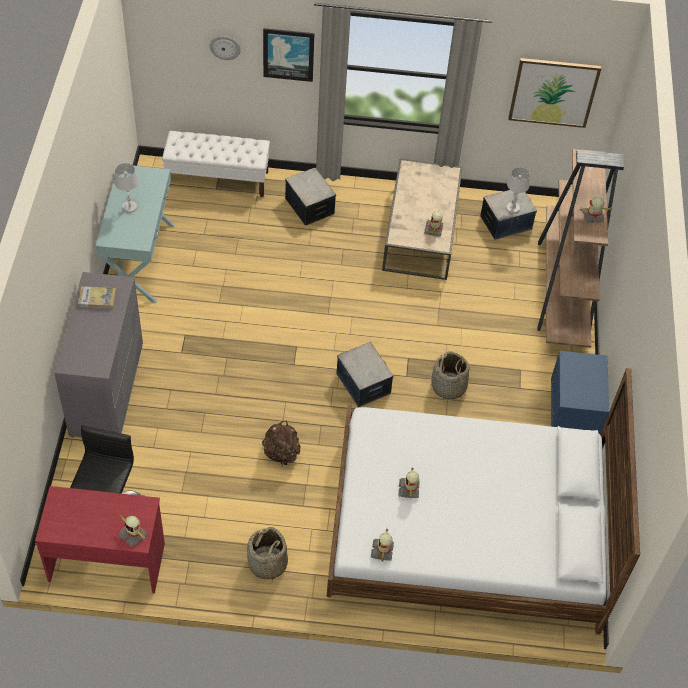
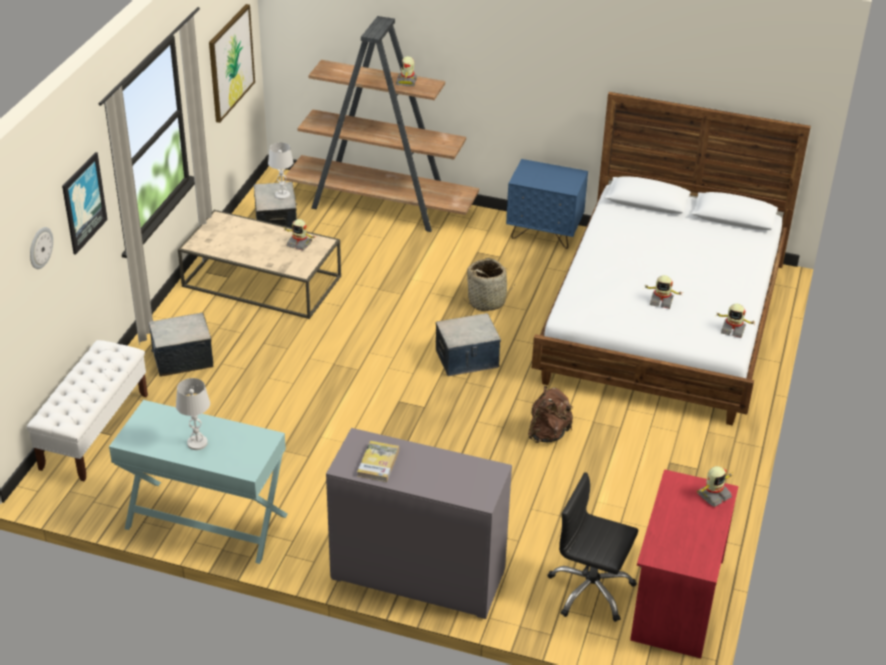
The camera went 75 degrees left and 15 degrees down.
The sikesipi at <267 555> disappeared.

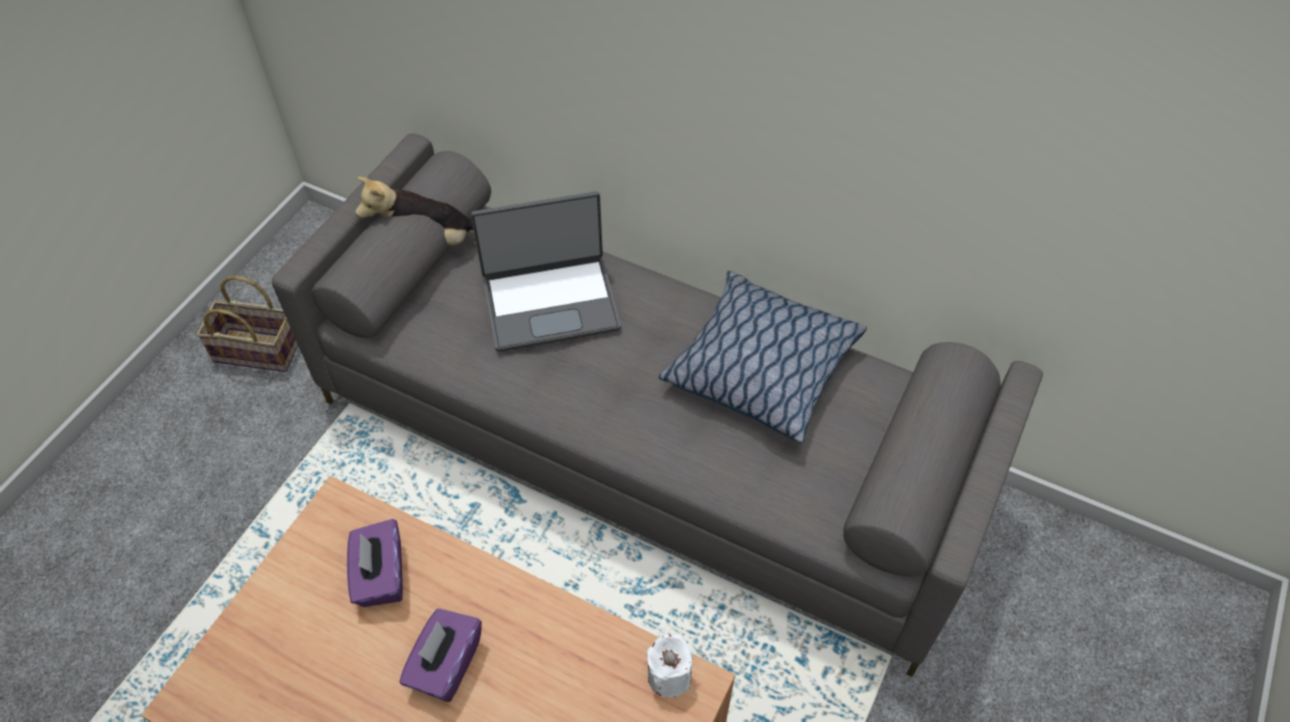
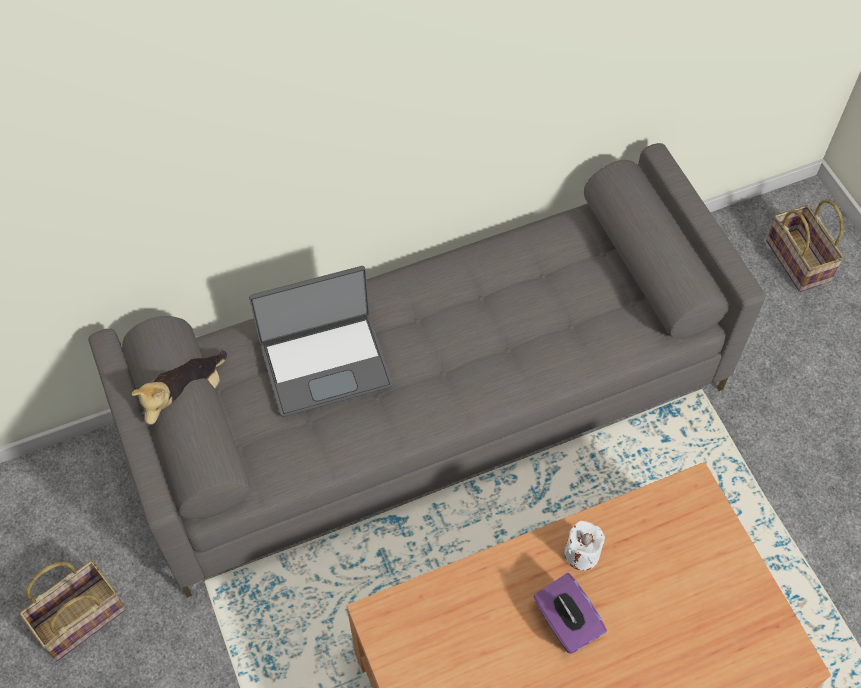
The camera went 50 degrees left and 5 degrees up.
The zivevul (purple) at <375 563> disappeared.
The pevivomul at <546 272> turned 45 degrees clockwise.
The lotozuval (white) moved from <669 666> to <585 545>.
The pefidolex at <763 357> disappeared.
The sikesipi at <805 245> appeared.

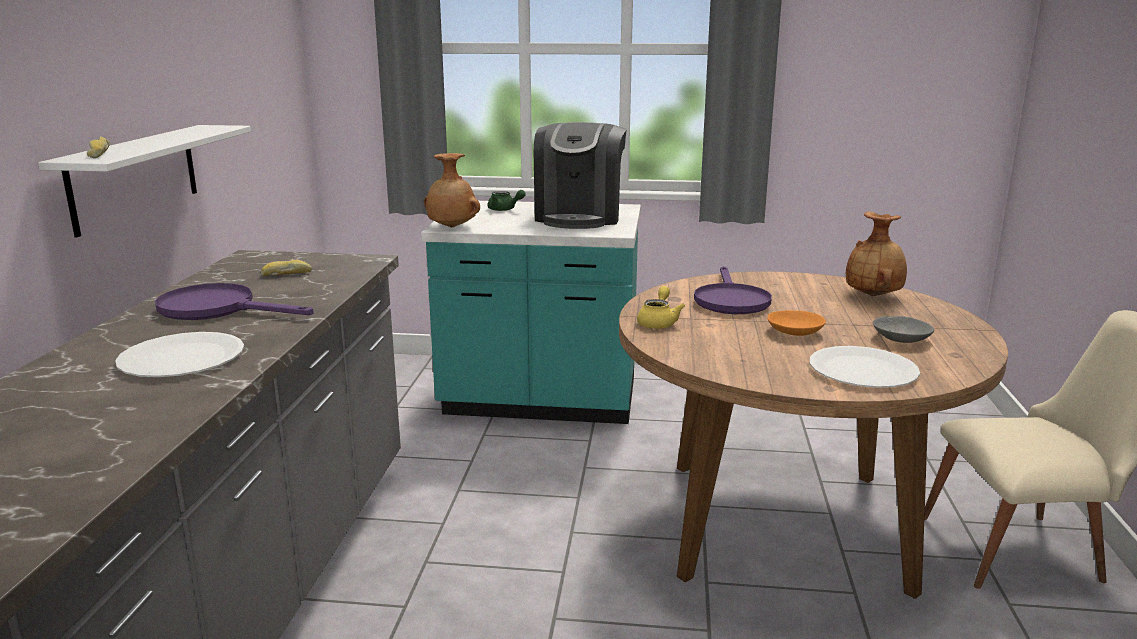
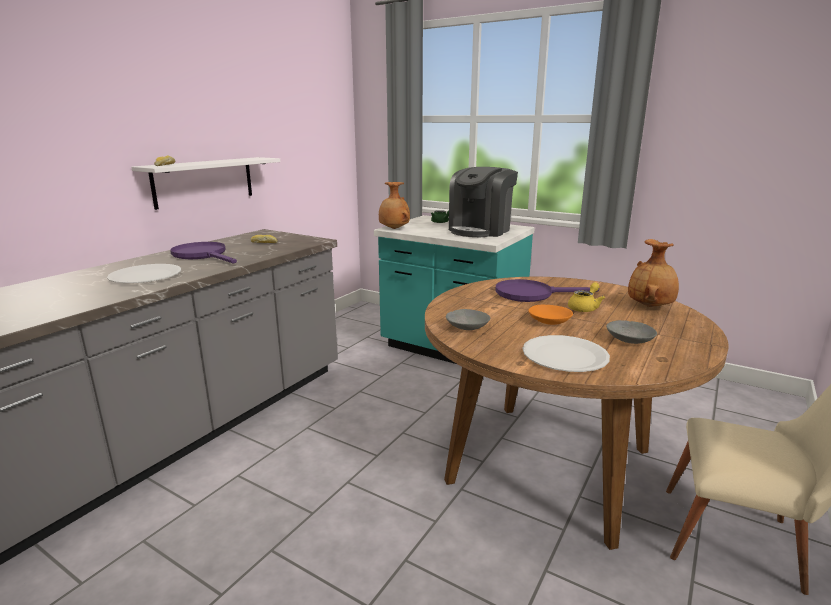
The camera went 25 degrees right and 0 degrees up.
The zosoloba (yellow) moved from <661 307> to <586 297>.
The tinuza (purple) at <733 290> turned 60 degrees clockwise.
The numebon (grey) at <468 319> appeared.

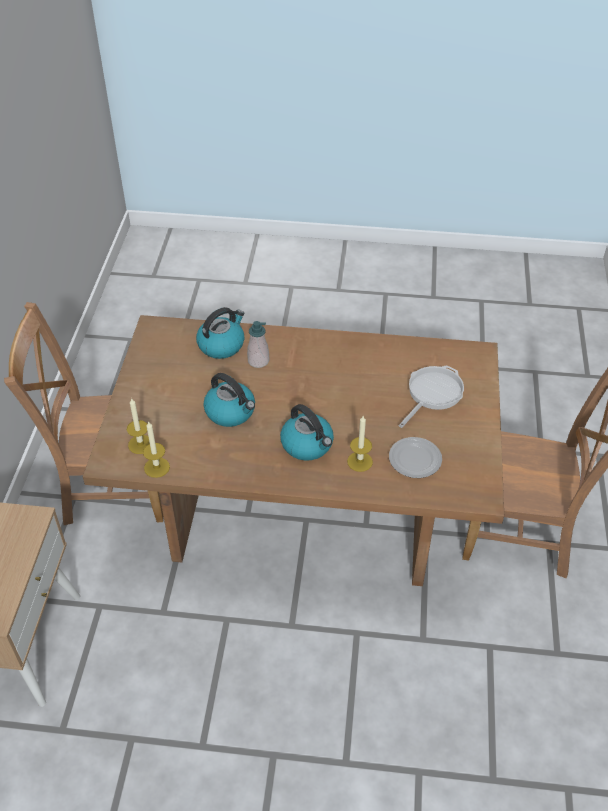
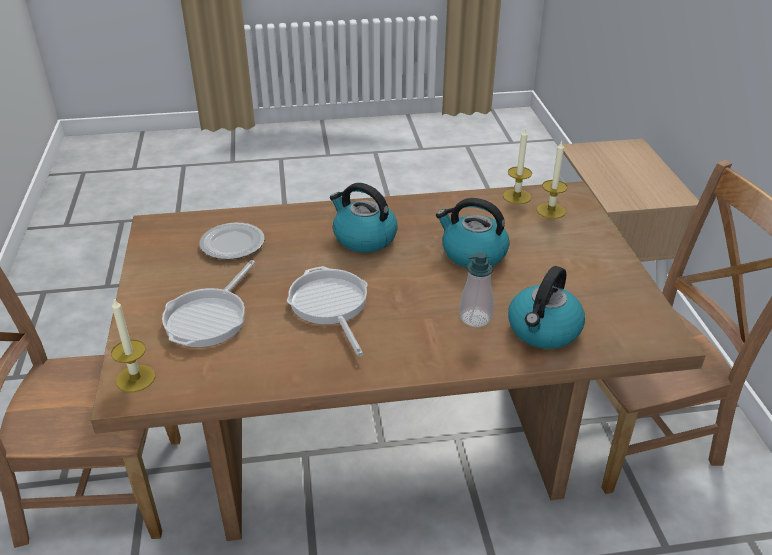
The camera went 165 degrees right and 10 degrees down.
The lotozuval moved from <360 444> to <133 345>.
The tinuza at <327 311> appeared.

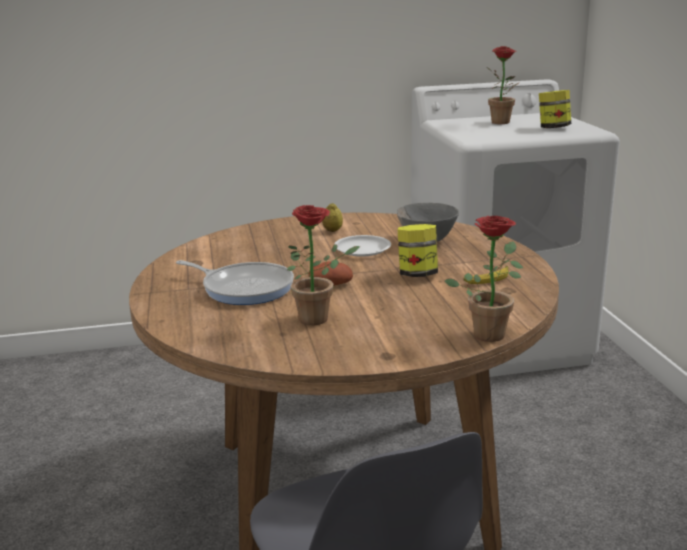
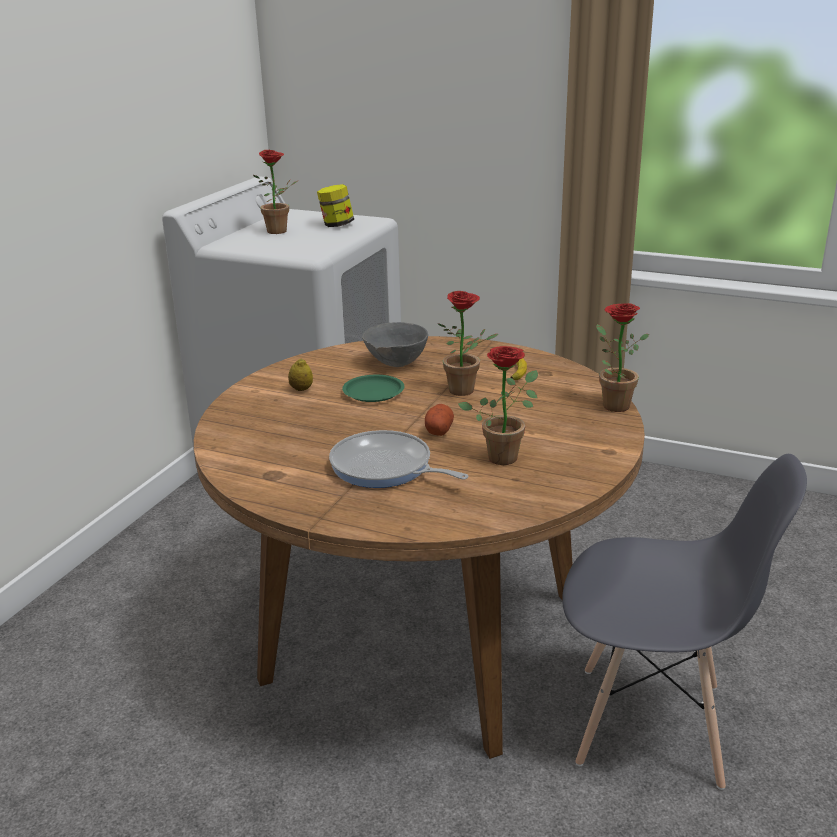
The camera went 55 degrees left and 5 degrees up.
The tinuza at <235 282> turned 120 degrees counterclockwise.
The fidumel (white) at <362 246> became the fidumel (green) at <373 388>.
The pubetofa at <418 250> was replaced by the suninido at <468 343>.

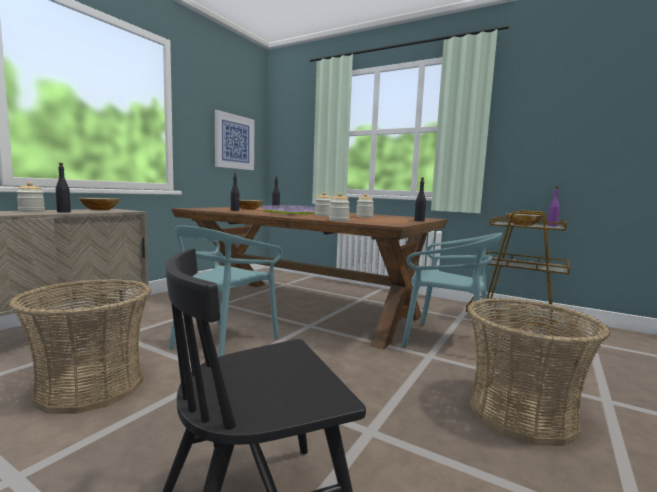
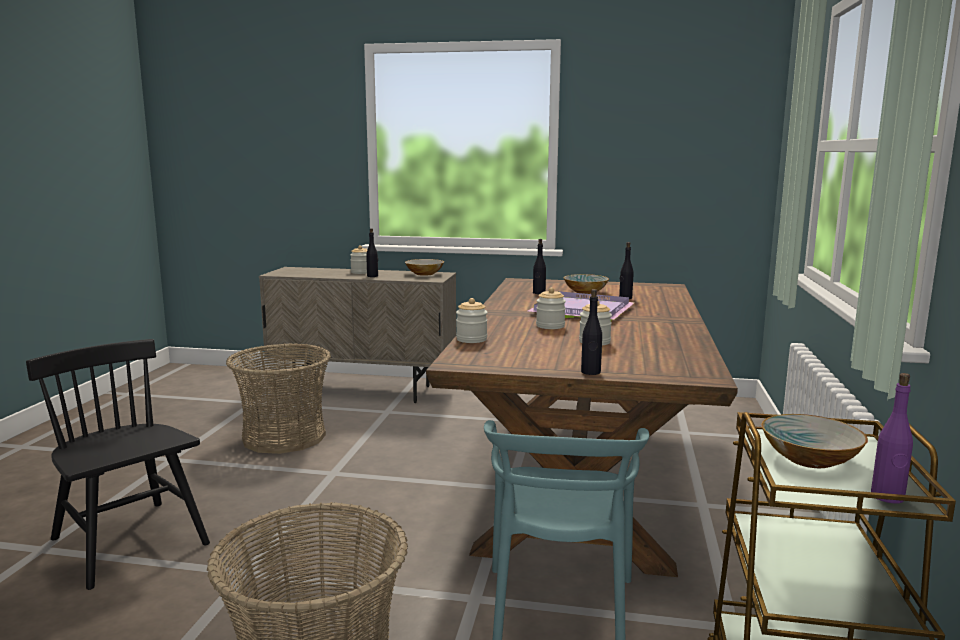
The camera went 70 degrees right and 5 degrees up.
The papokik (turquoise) at <225 291> disappeared.
The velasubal at <235 140> disappeared.

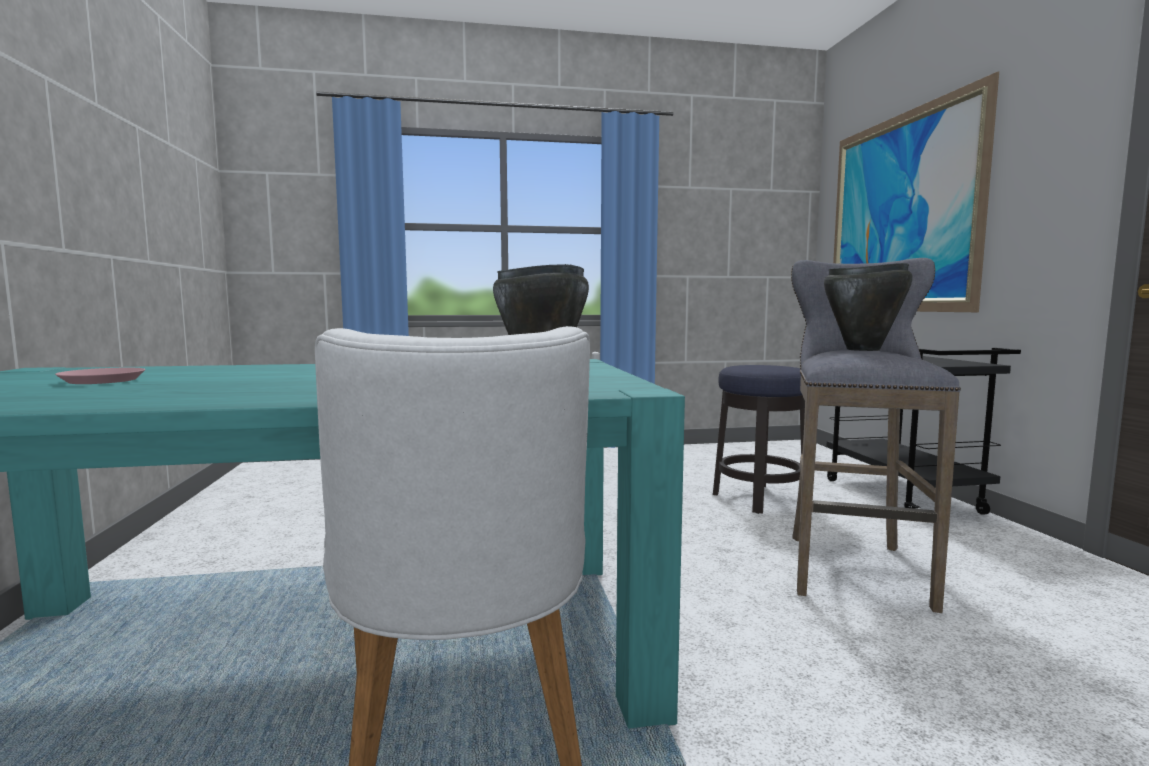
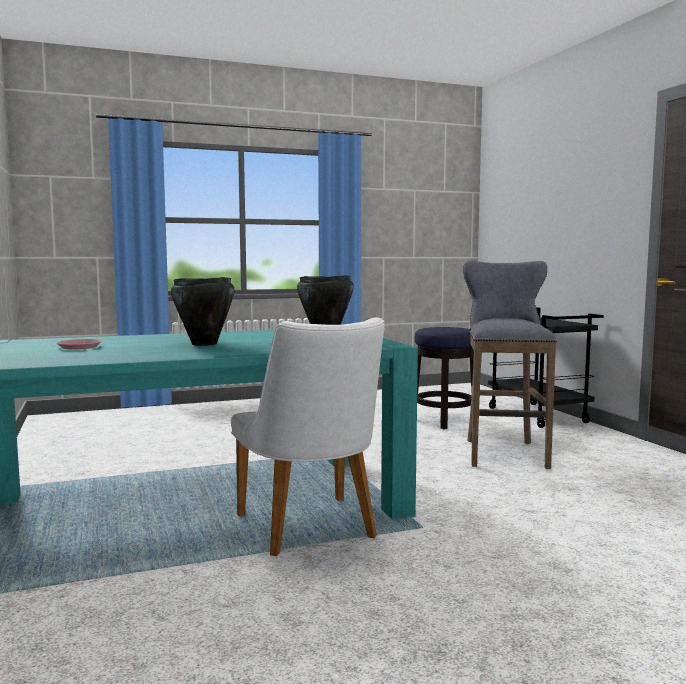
The camera went 10 degrees left and 0 degrees up.
The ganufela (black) moved from <868 307> to <203 311>.
The velasubal at <916 191> disappeared.

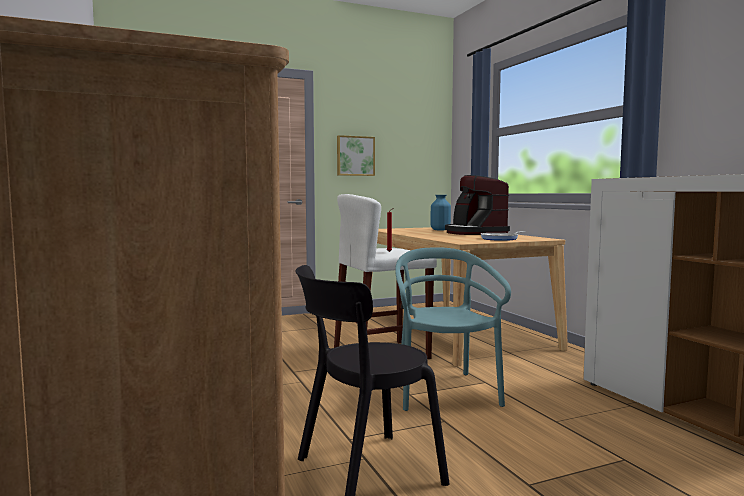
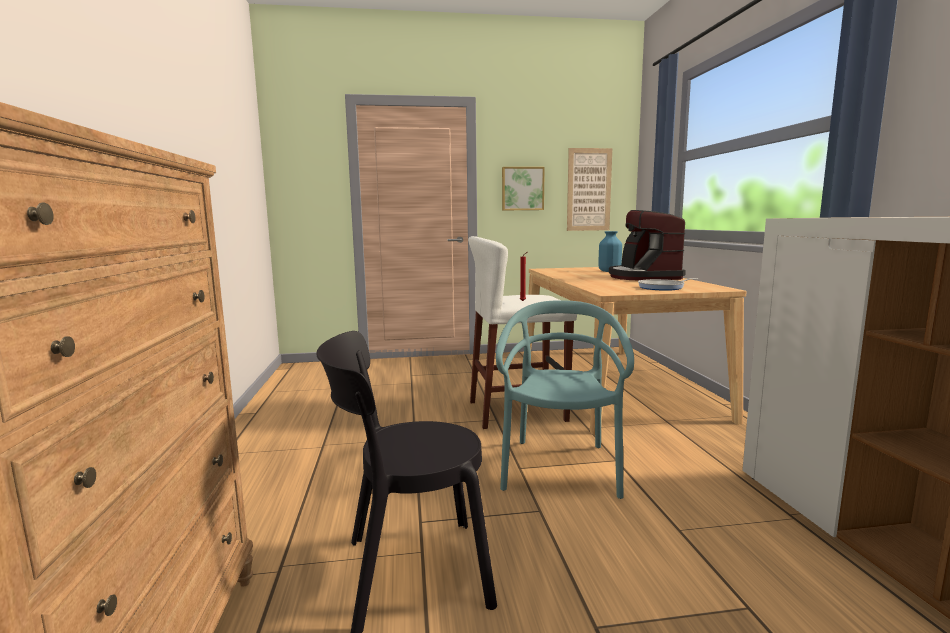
The camera went 15 degrees right and 5 degrees up.
The velasubal at <589 189> appeared.

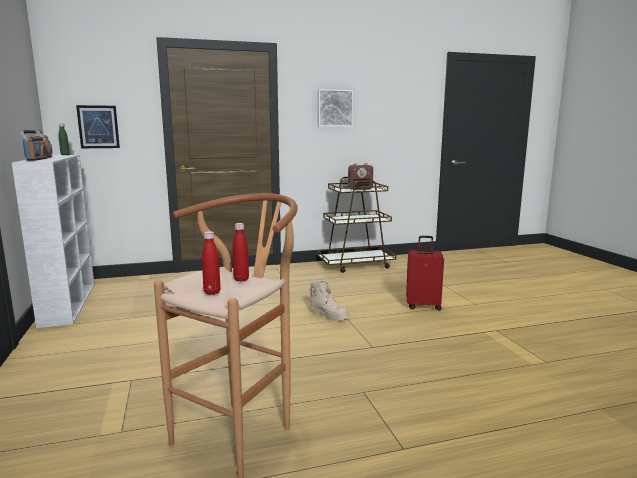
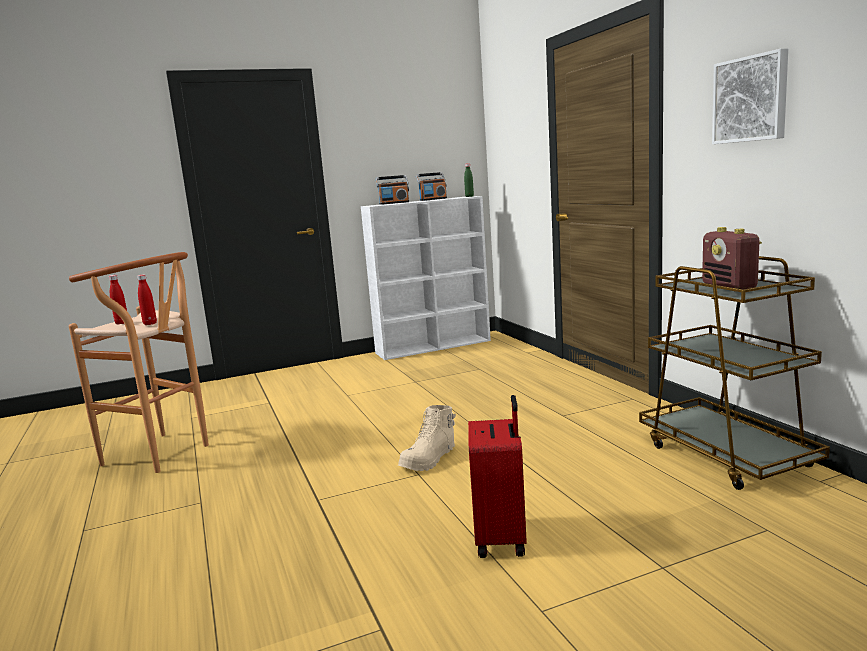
The camera went 85 degrees right and 0 degrees up.
The velasubal at <98 126> disappeared.

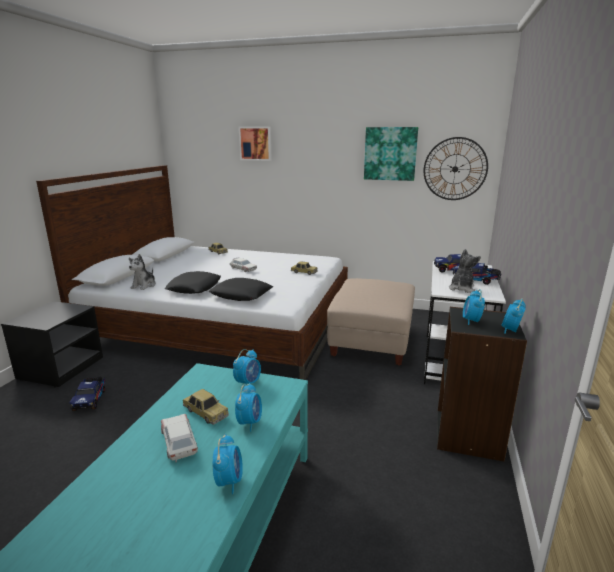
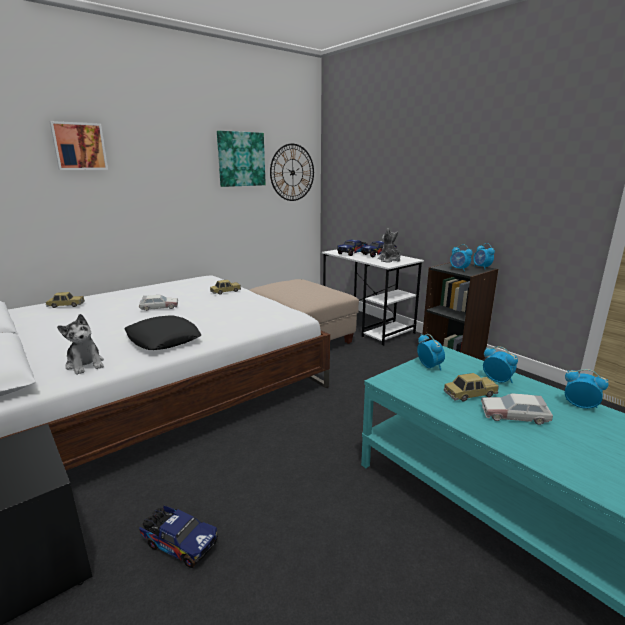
The camera went 55 degrees left and 0 degrees up.
The pefidolex (black) at <241 289> disappeared.

